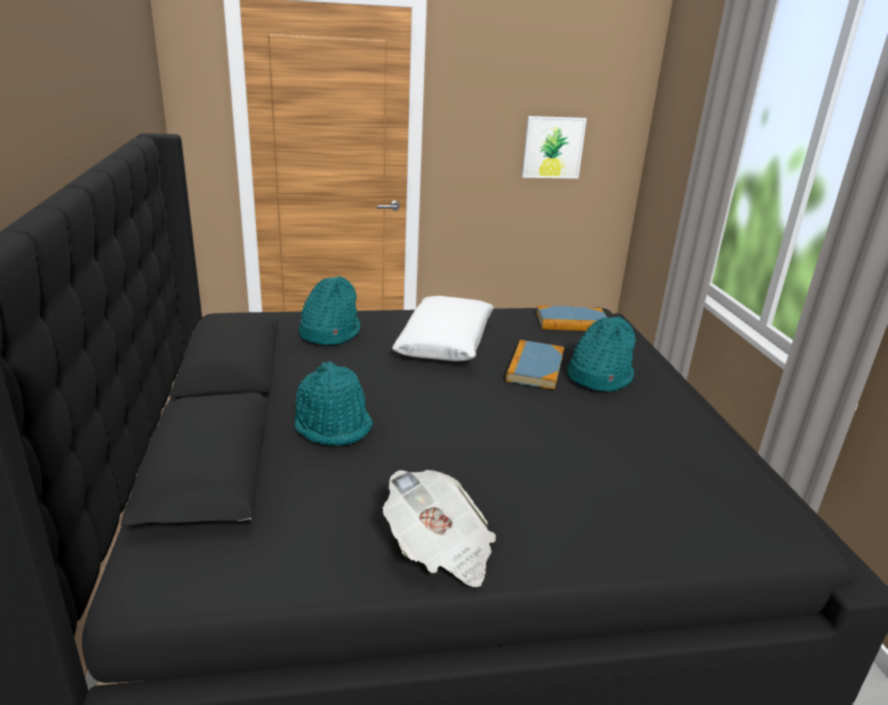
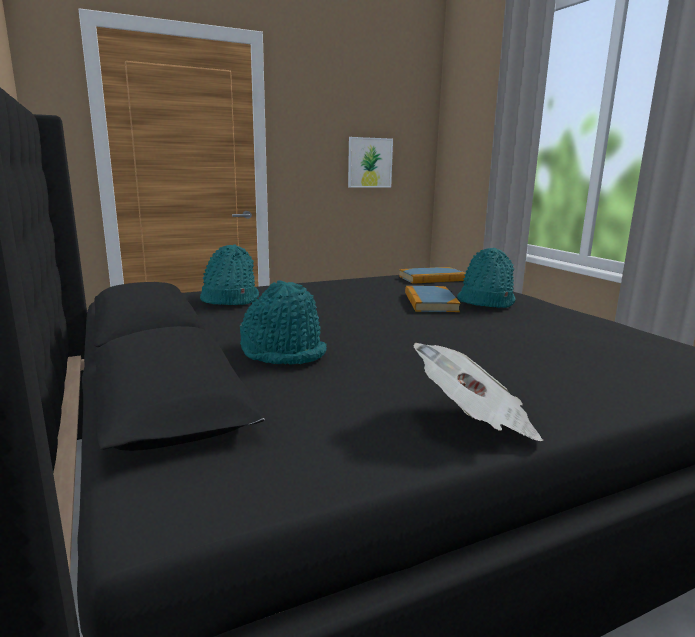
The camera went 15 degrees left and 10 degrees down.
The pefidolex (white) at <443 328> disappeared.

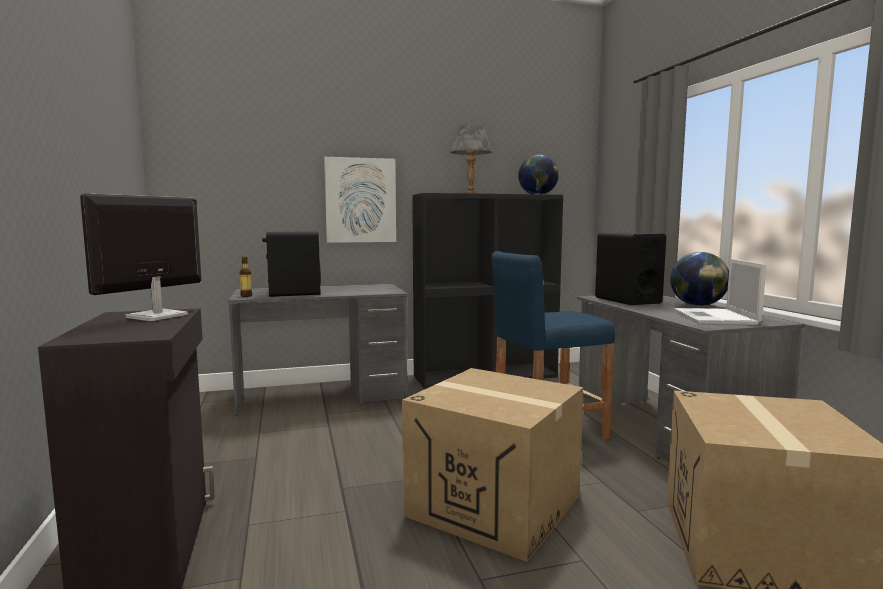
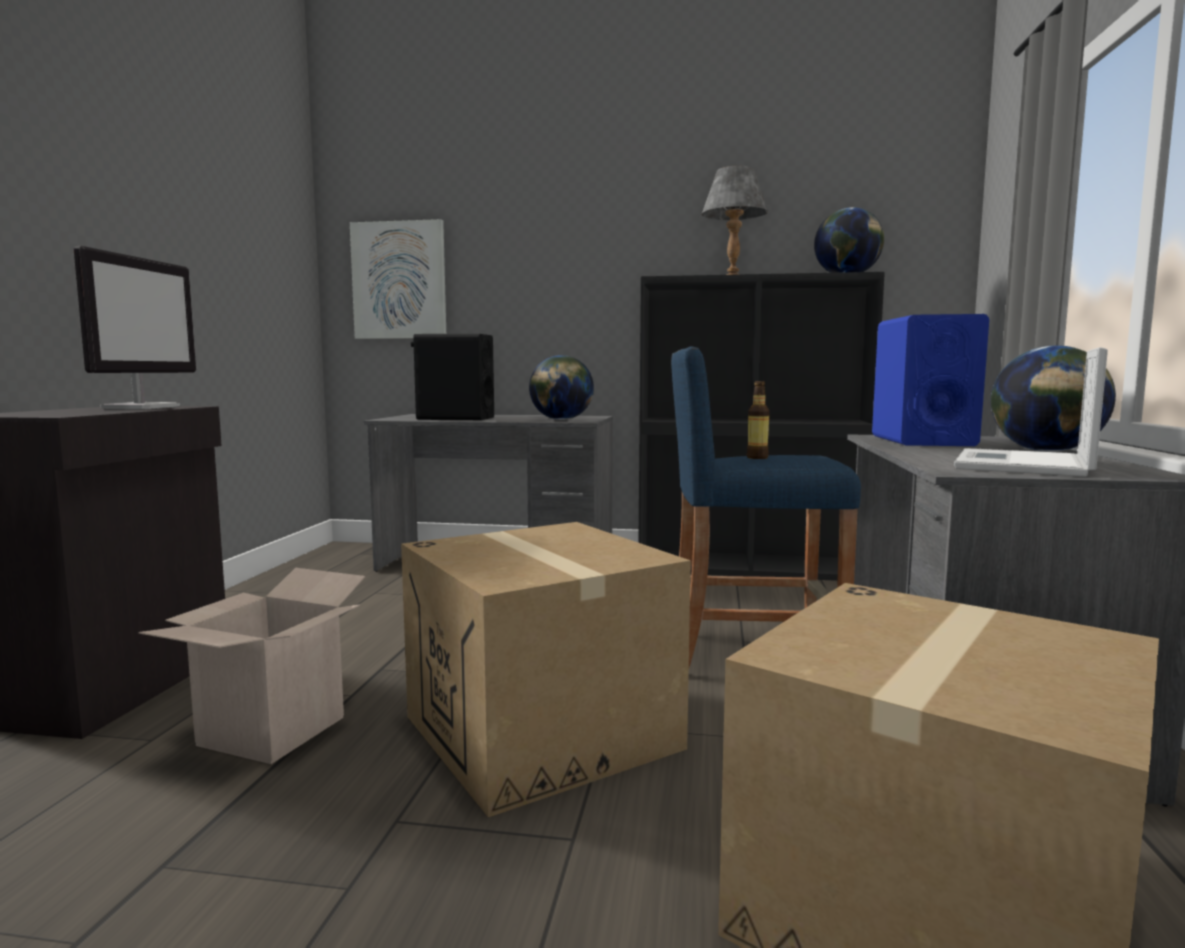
The camera went 25 degrees right and 0 degrees up.
The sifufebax at <140 257> turned 135 degrees clockwise.
The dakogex moved from <246 276> to <758 420>.
The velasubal moved from <360 200> to <398 279>.
The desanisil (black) at <630 269> became the desanisil (blue) at <930 380>.
The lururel at <252 666> appeared.
The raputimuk at <561 387> appeared.

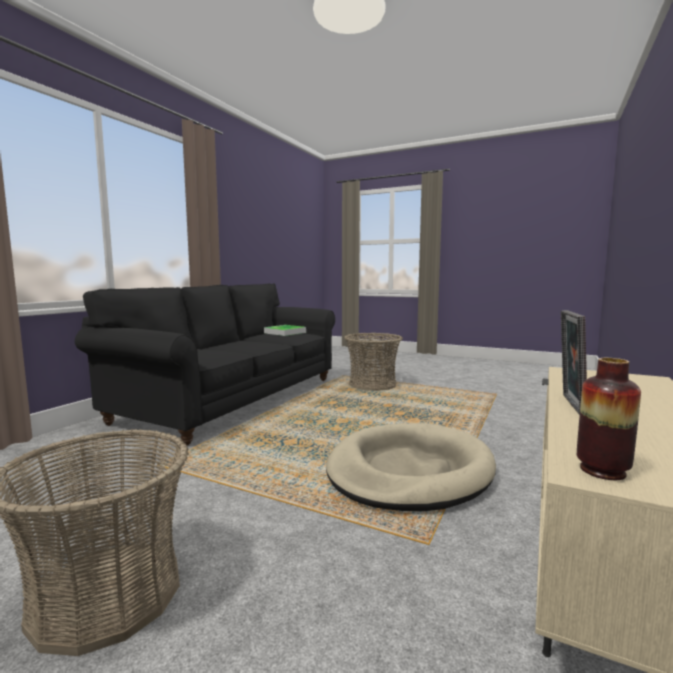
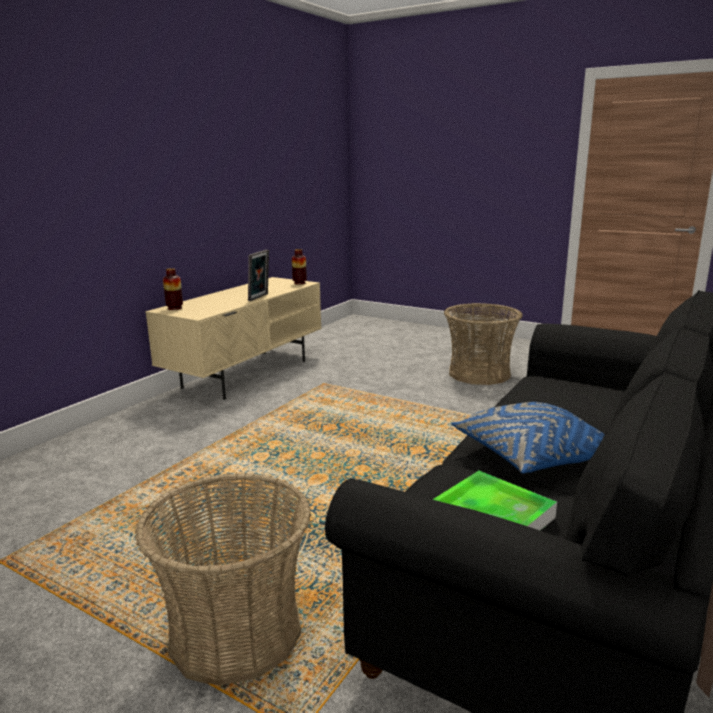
The camera went 175 degrees left and 10 degrees up.
The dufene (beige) at <411 467> disappeared.
The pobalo at <173 289> appeared.
The pefidolex (blue) at <528 438> appeared.

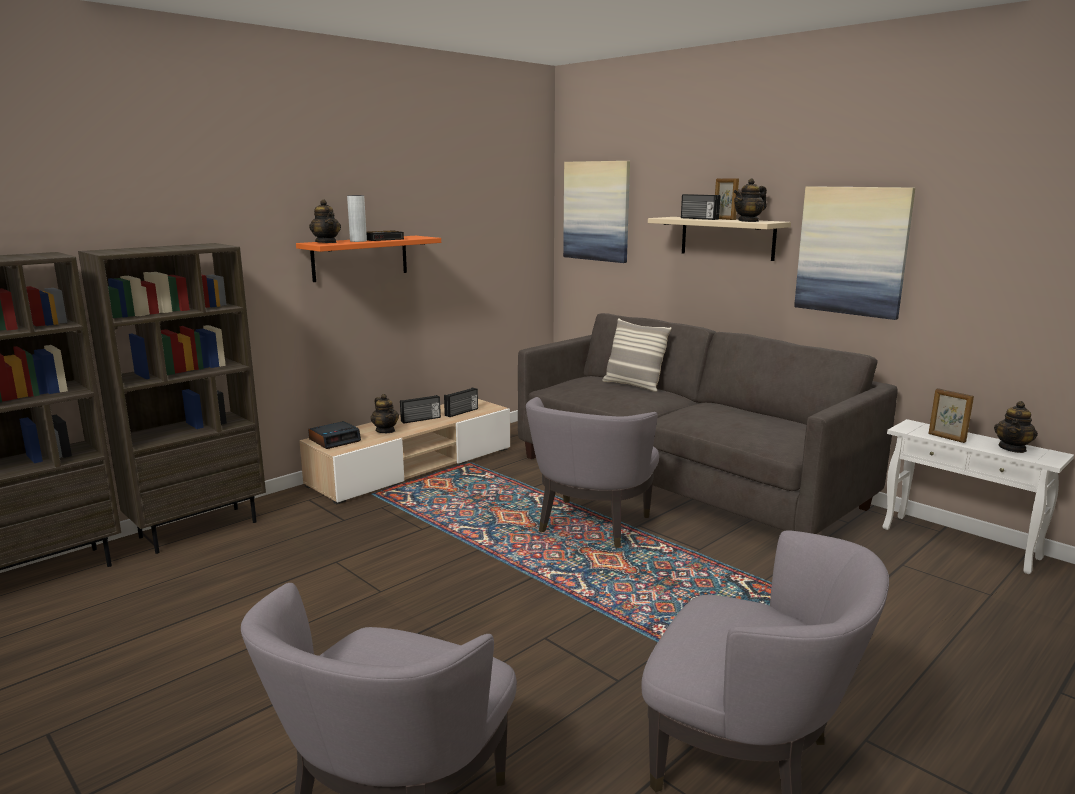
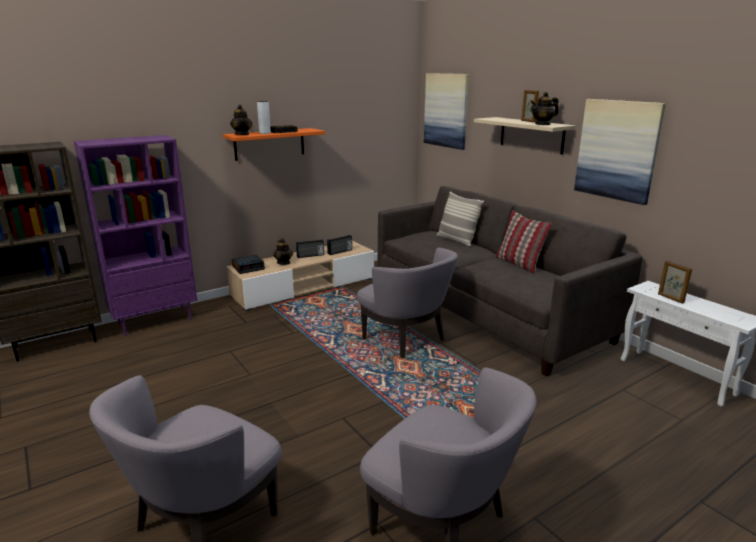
The camera went 10 degrees right and 5 degrees up.
The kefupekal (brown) at <172 398> became the kefupekal (purple) at <135 235>.
The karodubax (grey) at <592 472> turned 75 degrees counterclockwise.
The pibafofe at <700 207> disappeared.
The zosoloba at <1016 427> disappeared.
The pefidolex at <524 242> appeared.

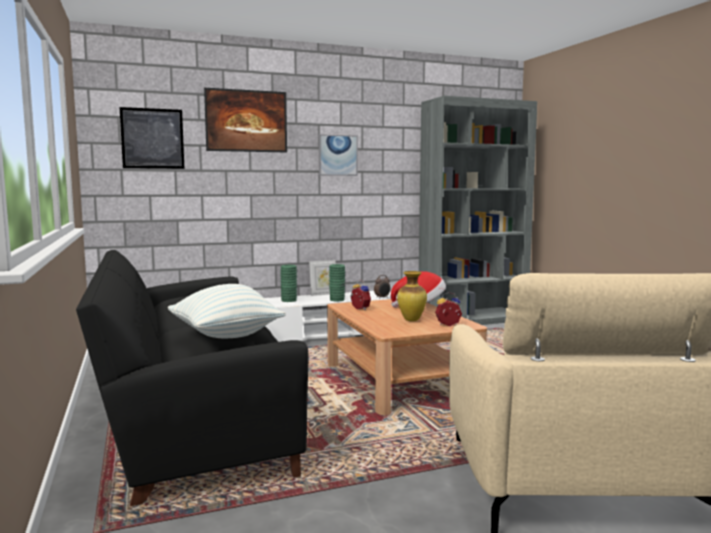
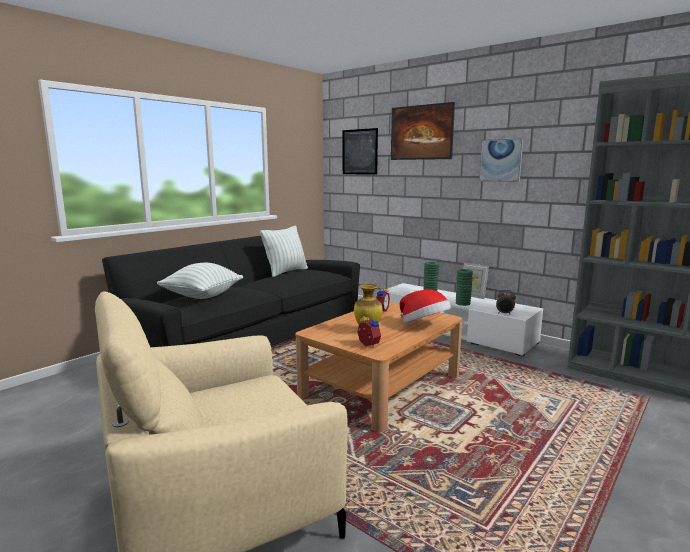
The camera went 60 degrees right and 5 degrees up.
The pefidolex at <284 251> appeared.

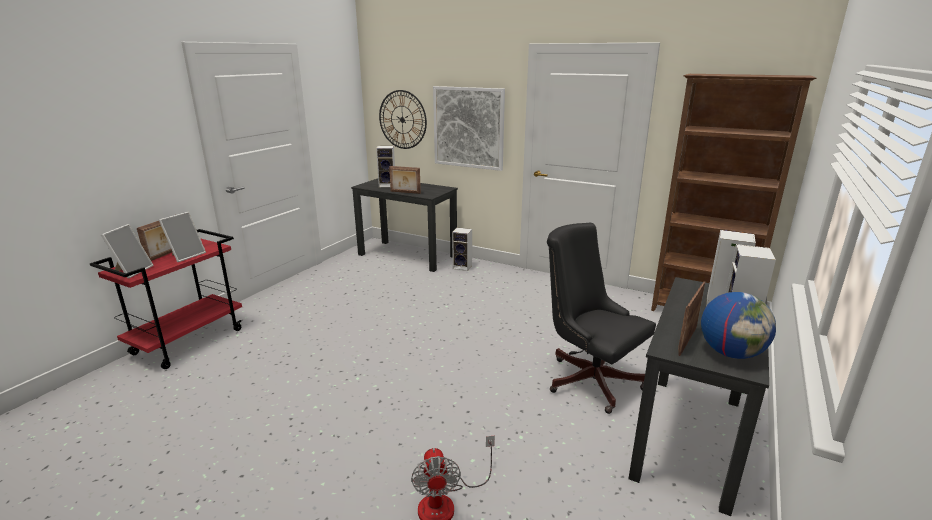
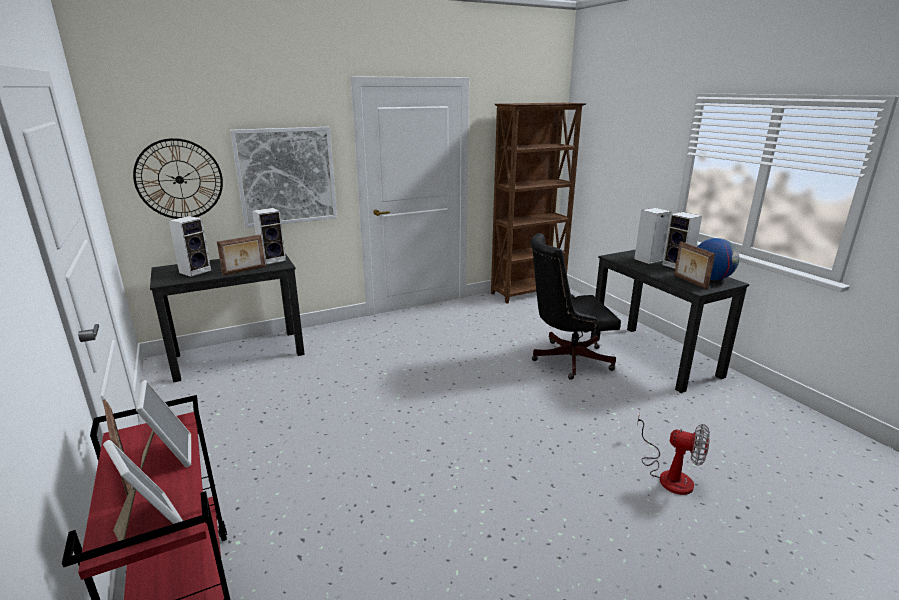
The camera went 55 degrees left and 0 degrees up.
The desanisil moved from <462 249> to <269 236>.

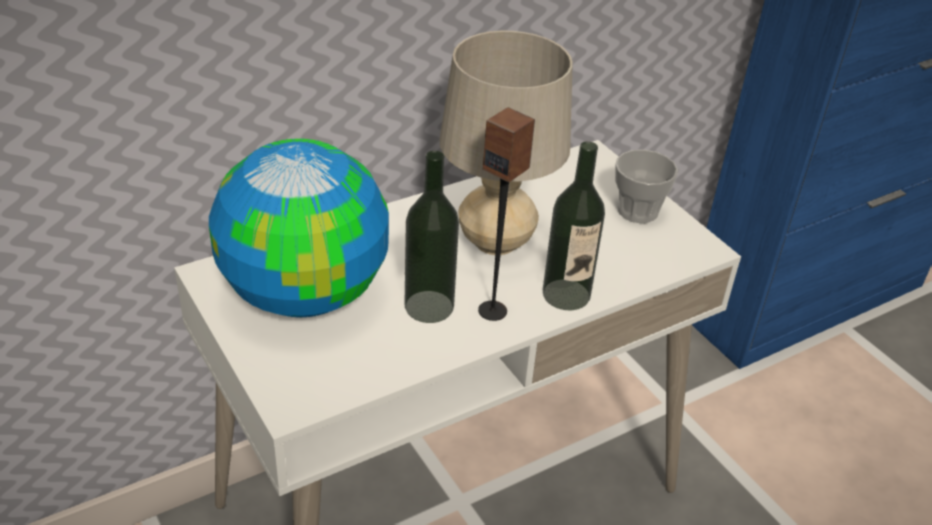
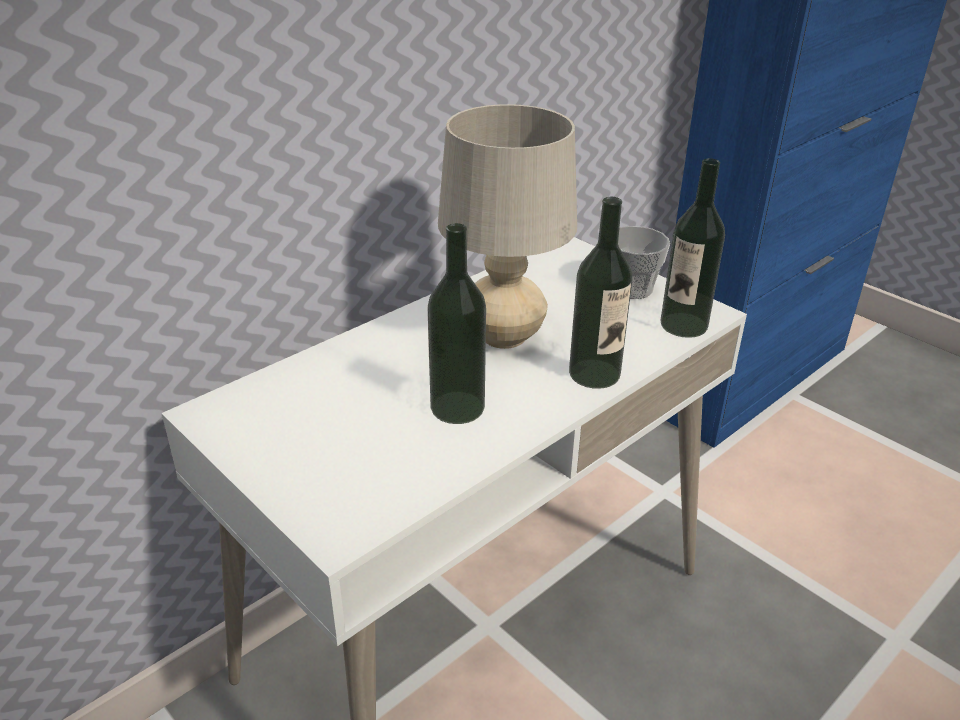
The camera went 10 degrees left and 5 degrees down.
The raputimuk at <299 228> disappeared.
The desanisil at <506 214> disappeared.
The dakogex at <693 248> appeared.

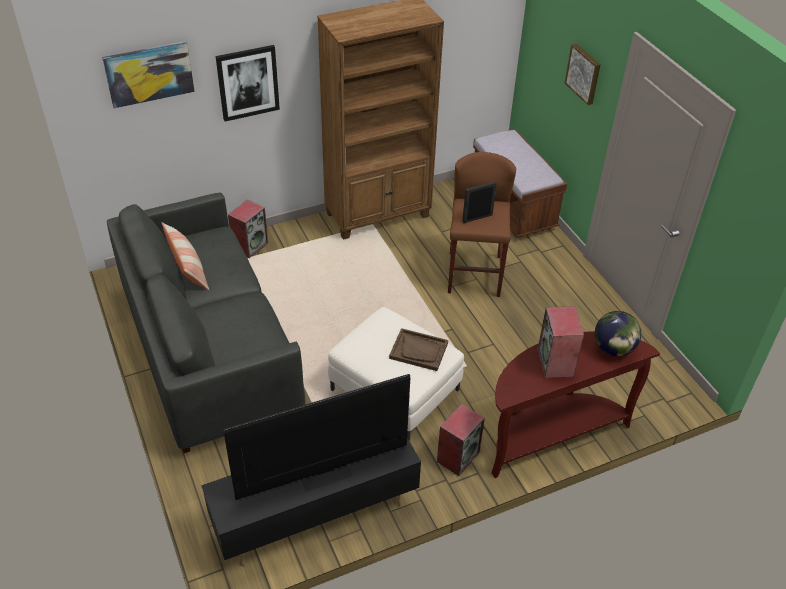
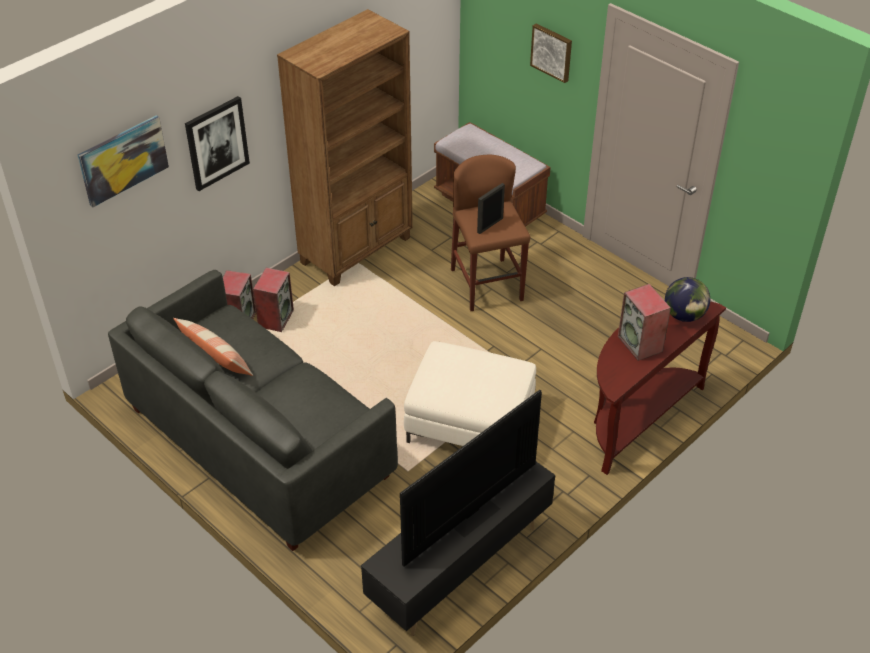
The camera went 20 degrees left and 0 degrees up.
The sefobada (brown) at <418 349> disappeared.
The desanisil moved from <461 440> to <273 300>.

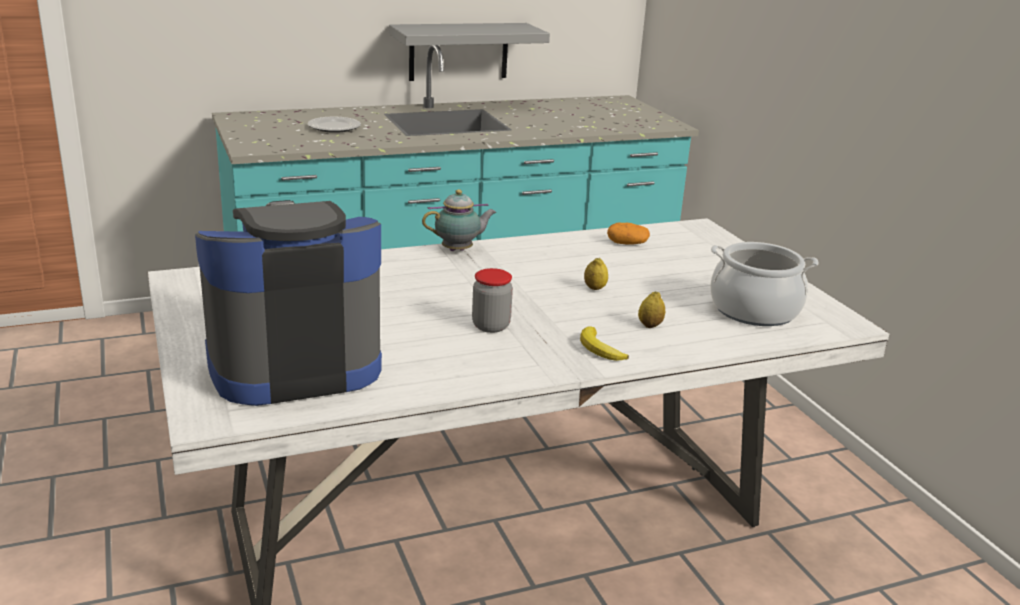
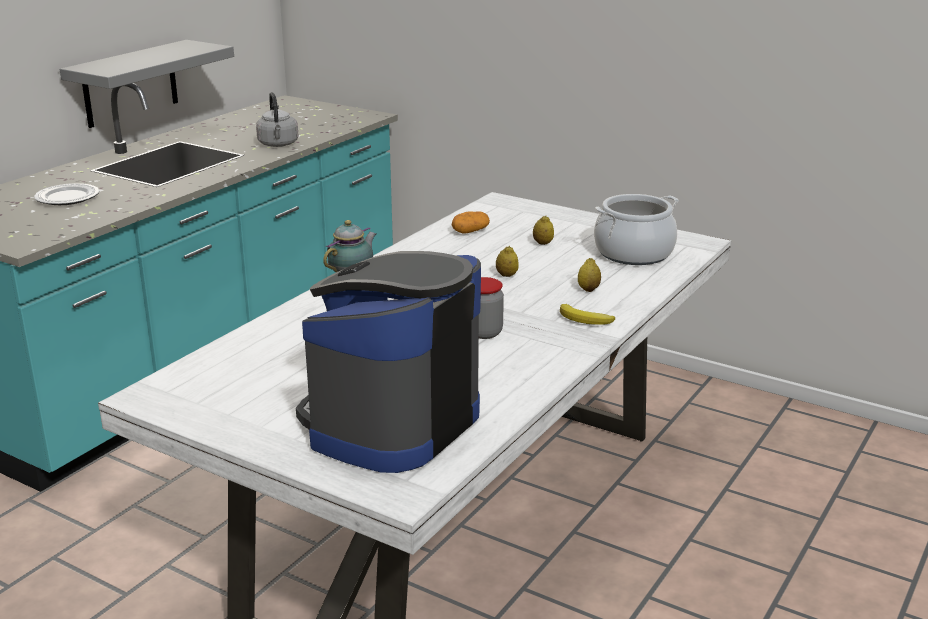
The camera went 35 degrees left and 0 degrees up.
The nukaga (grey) at <277 119> appeared.
The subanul at <543 230> appeared.

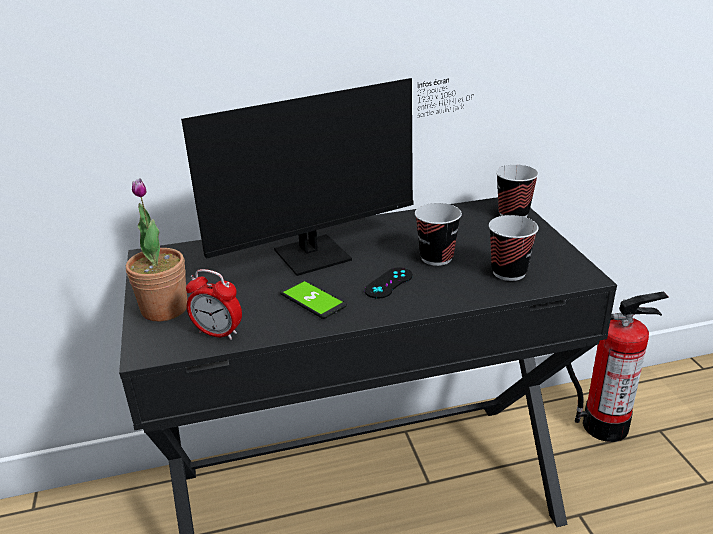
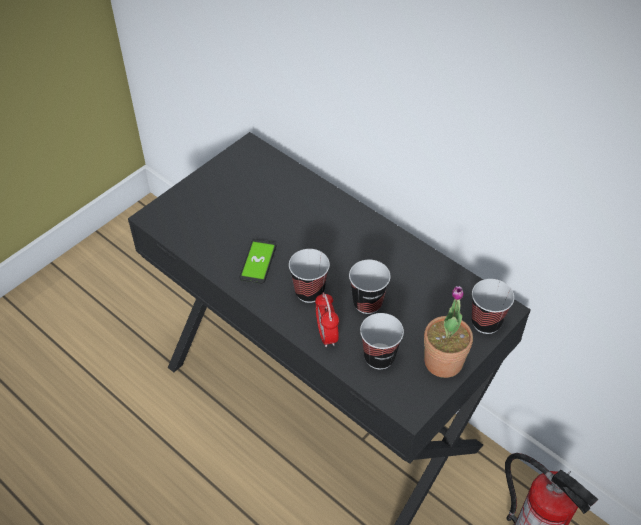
The camera went 55 degrees right and 20 degrees up.
The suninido moved from <156 249> to <448 332>.
The sifufebax at <327 177> disappeared.
The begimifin moved from <214 304> to <327 319>.
The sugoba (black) at <388 283> was replaced by the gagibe at <309 276>.

